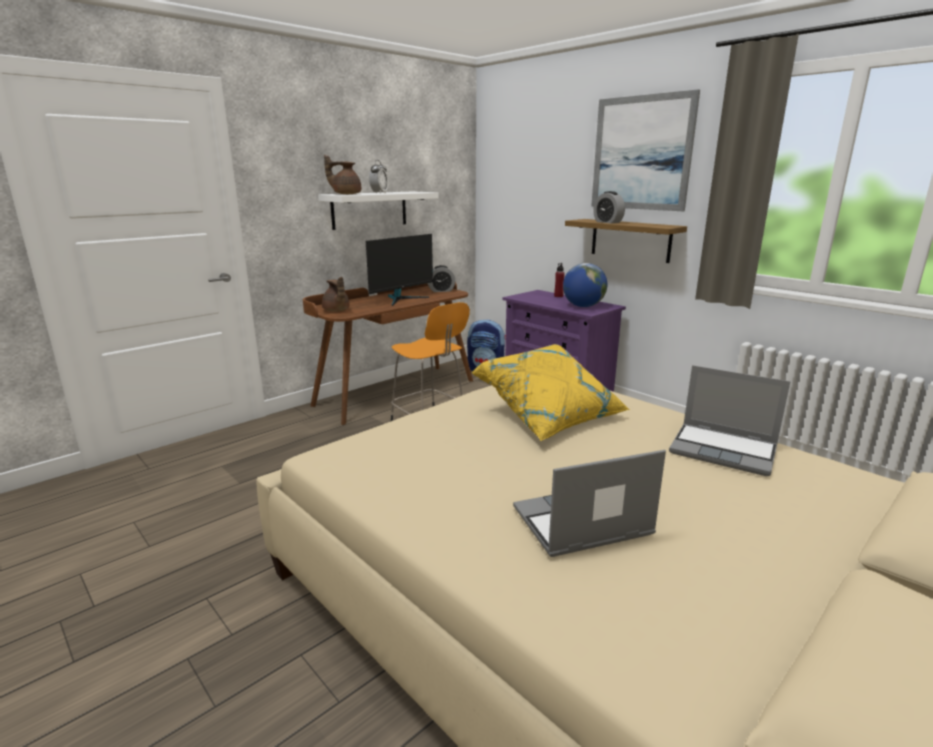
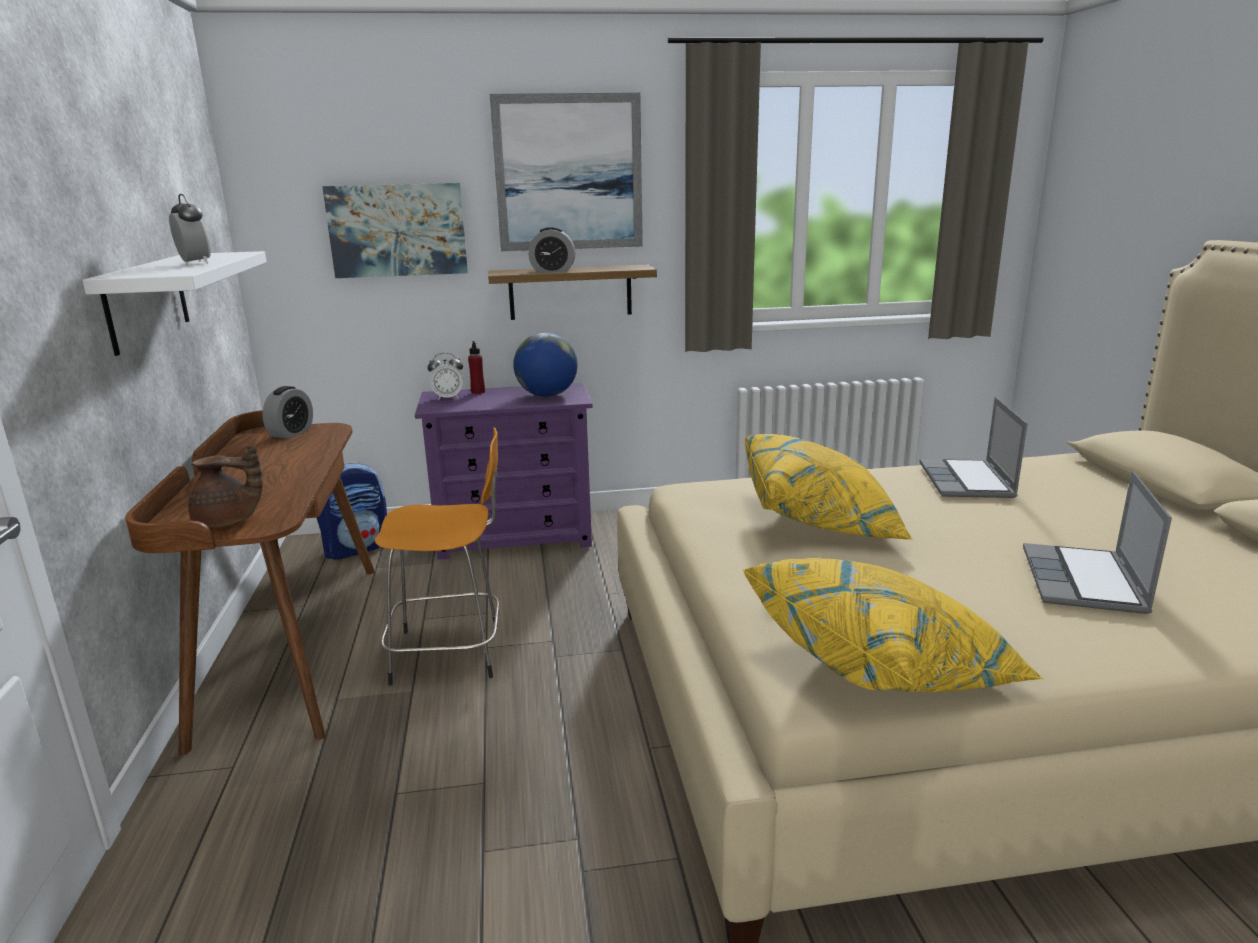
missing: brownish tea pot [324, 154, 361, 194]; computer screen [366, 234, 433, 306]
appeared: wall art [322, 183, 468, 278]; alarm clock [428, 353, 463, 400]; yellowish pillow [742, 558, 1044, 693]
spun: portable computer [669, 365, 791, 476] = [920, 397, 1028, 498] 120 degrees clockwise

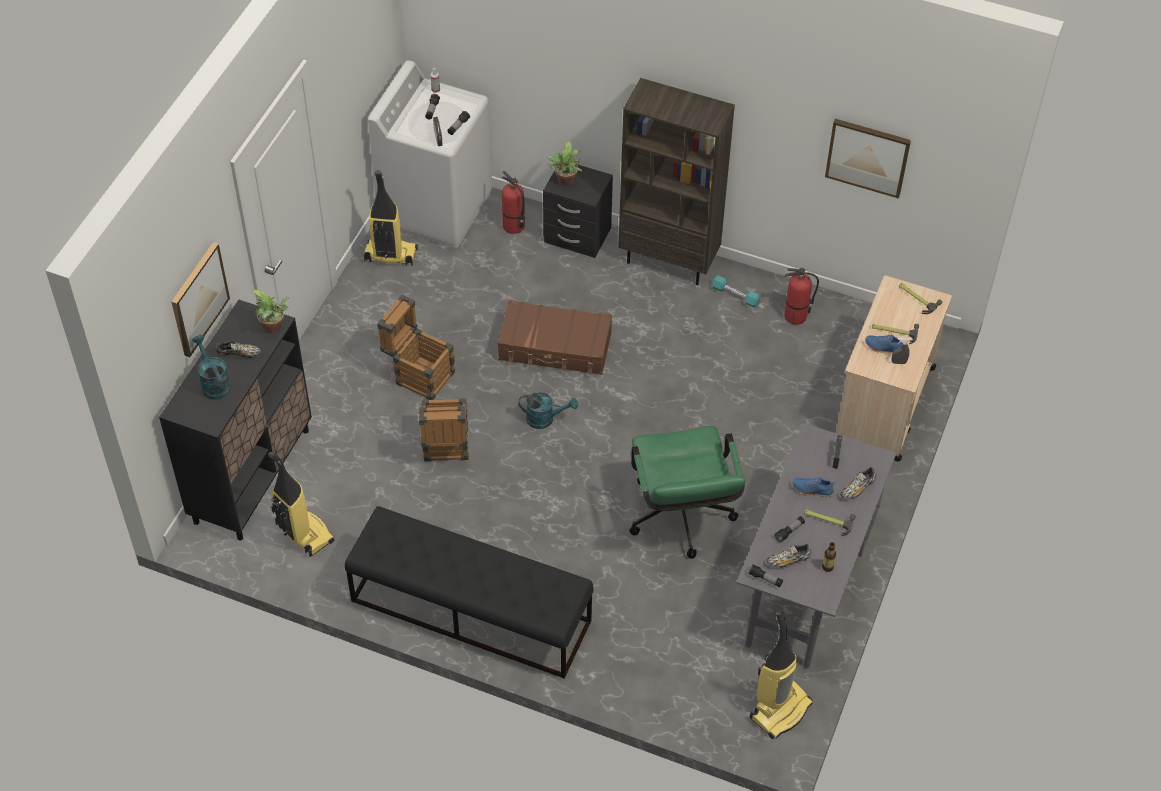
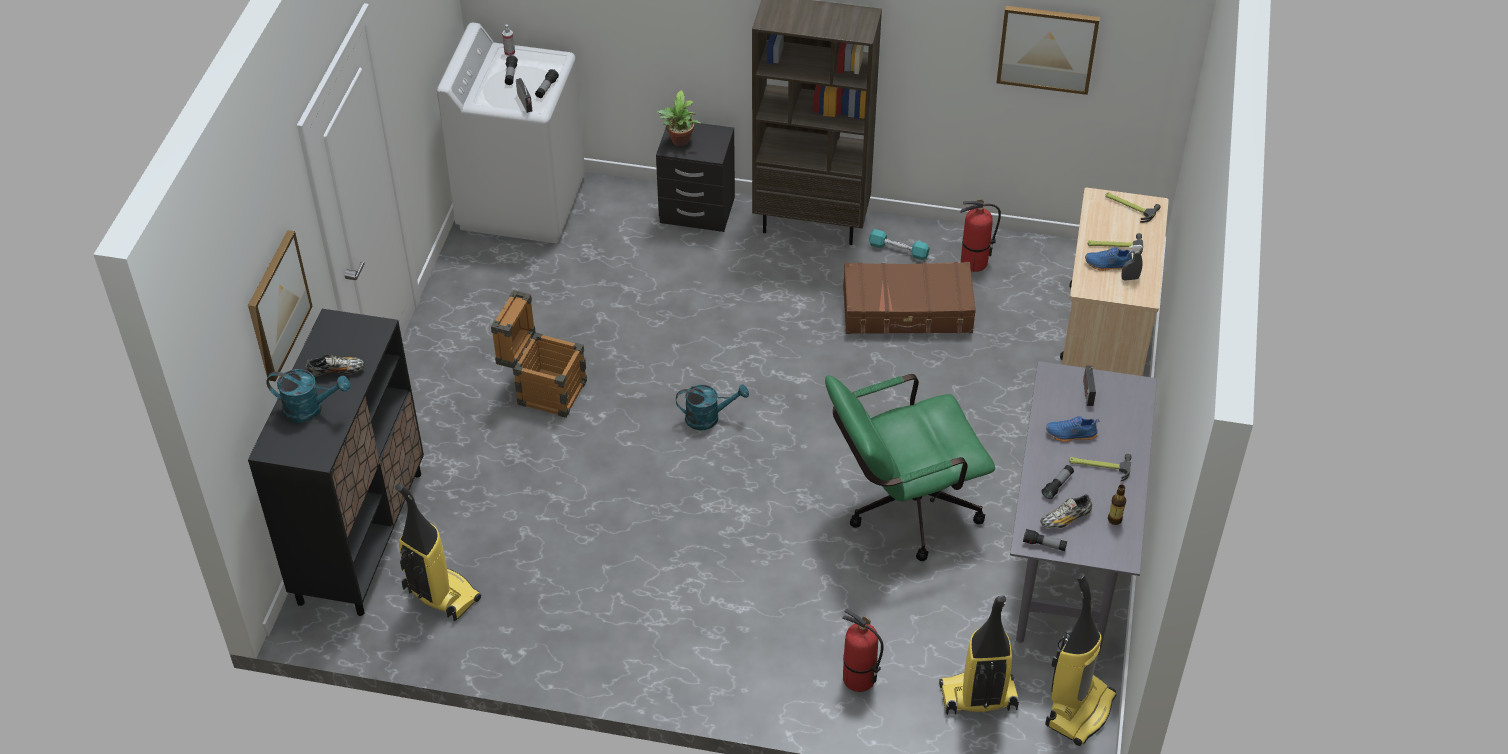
missing: plant in a pot [253, 290, 289, 334]; crate [419, 398, 469, 462]; shoe [841, 467, 876, 499]; black-coloured long seat [345, 506, 594, 679]
relocated: vacuum cleaner [364, 170, 418, 266] to [939, 595, 1019, 715]; fire extinguisher [502, 171, 525, 234] to [842, 609, 883, 692]; brownish piece of luggage [498, 300, 612, 375] to [843, 262, 976, 334]
spun: turquoise watering can [192, 335, 231, 400] = [266, 369, 350, 423] 135 degrees clockwise; green computer chair [629, 426, 746, 559] = [825, 374, 995, 561] 90 degrees clockwise

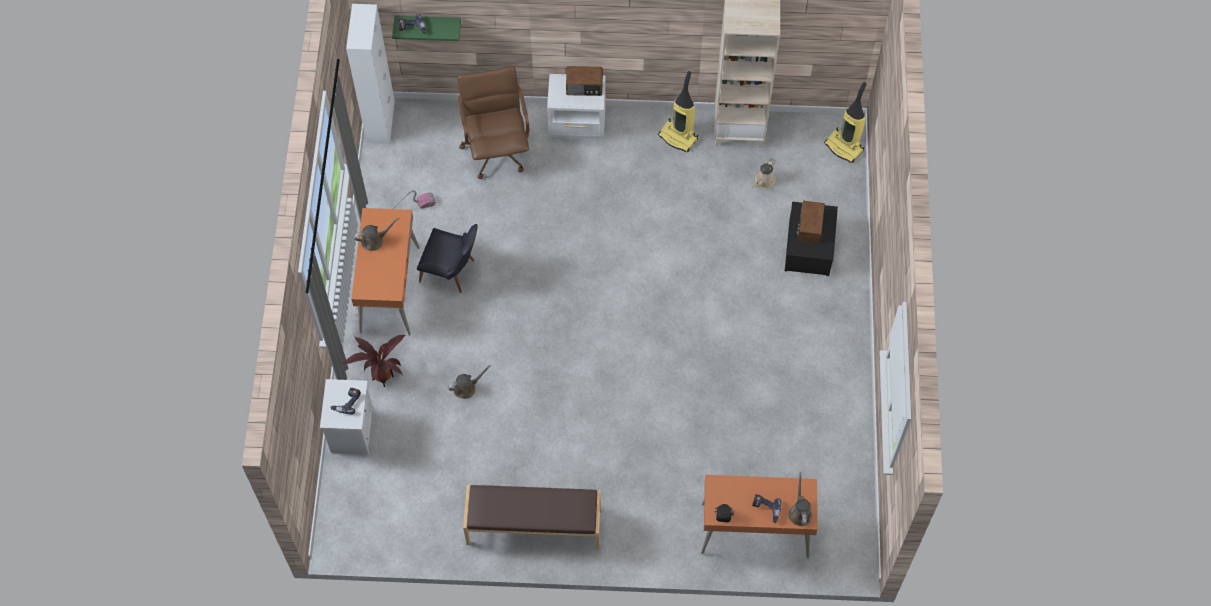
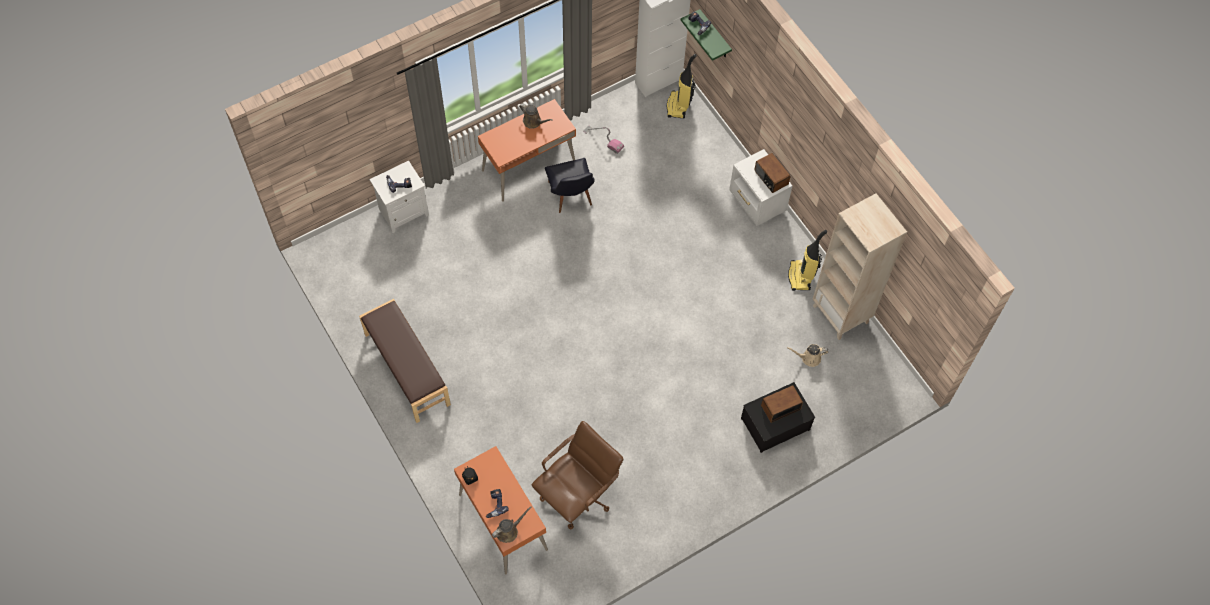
missing: plant in a pot [342, 335, 406, 387]; brownish watering can [448, 365, 492, 399]
relocated: brownish computer chair [458, 66, 530, 179] to [532, 421, 623, 529]; vacuum cleaner [824, 82, 867, 163] to [667, 54, 696, 118]

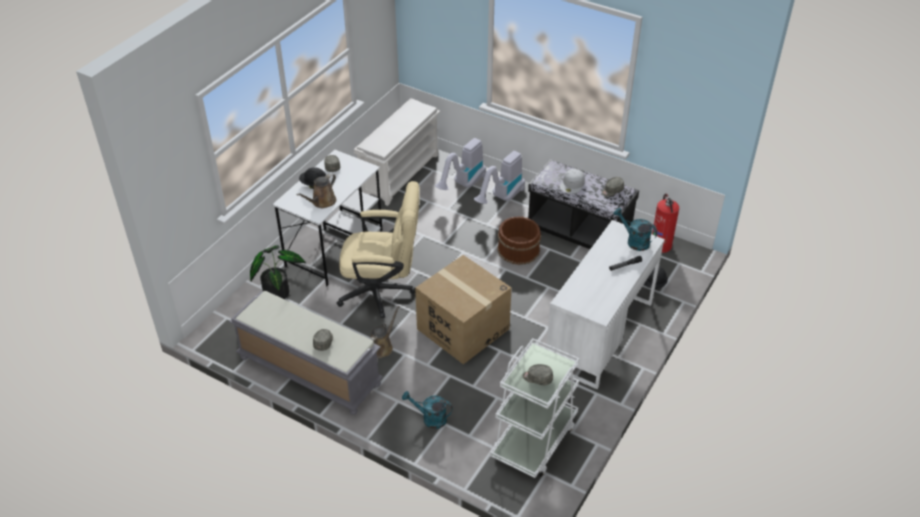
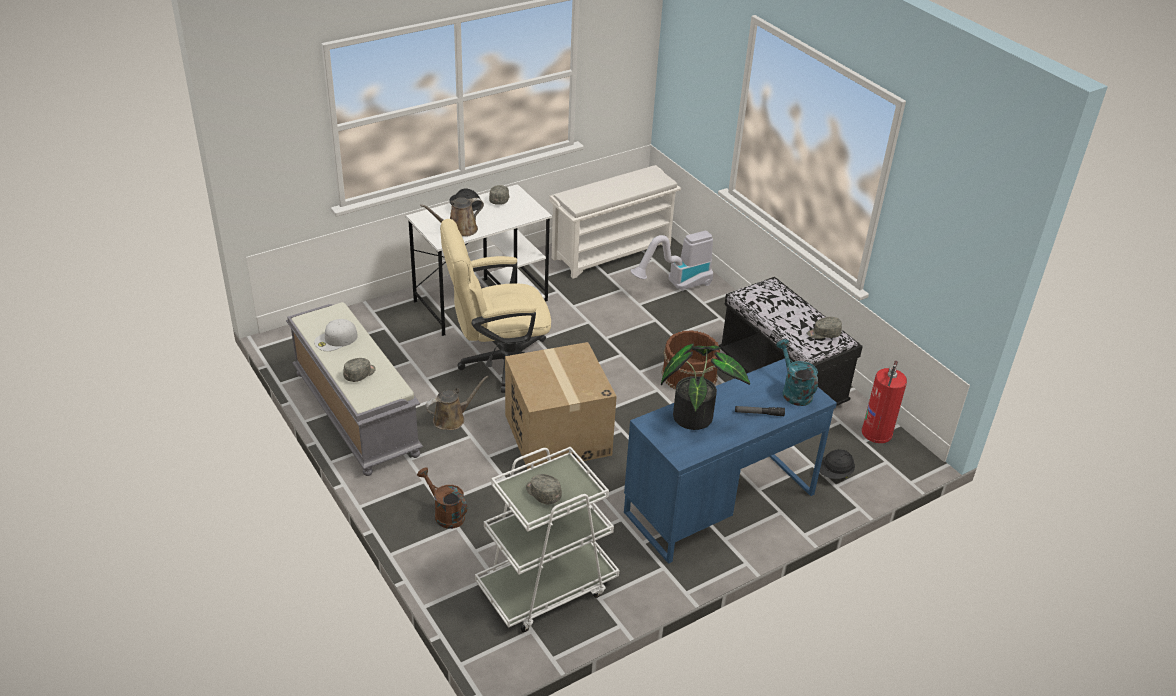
missing: vacuum cleaner [474, 151, 525, 204]
relocated: white peaked cap [560, 169, 585, 194] to [314, 319, 358, 351]; plant in a pot [250, 245, 306, 299] to [661, 344, 750, 430]
colour: white desk unit [546, 220, 665, 389] to blue-coloured desk unit [624, 358, 837, 564]; turquoise watering can [402, 391, 453, 429] to brownish watering can [417, 467, 467, 529]
spun: beige-coloured computer chair [337, 181, 420, 318] = [440, 219, 551, 393] 135 degrees clockwise

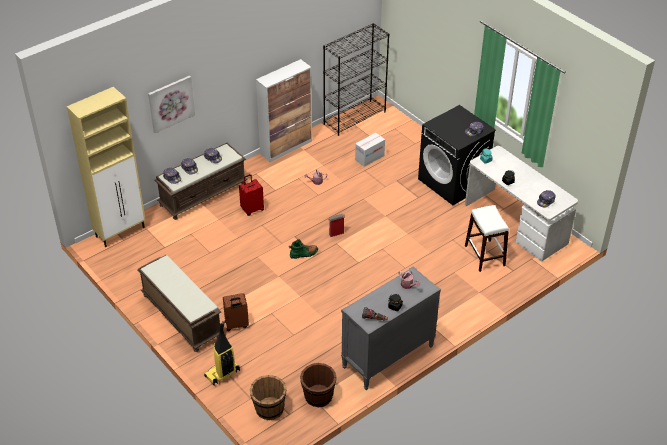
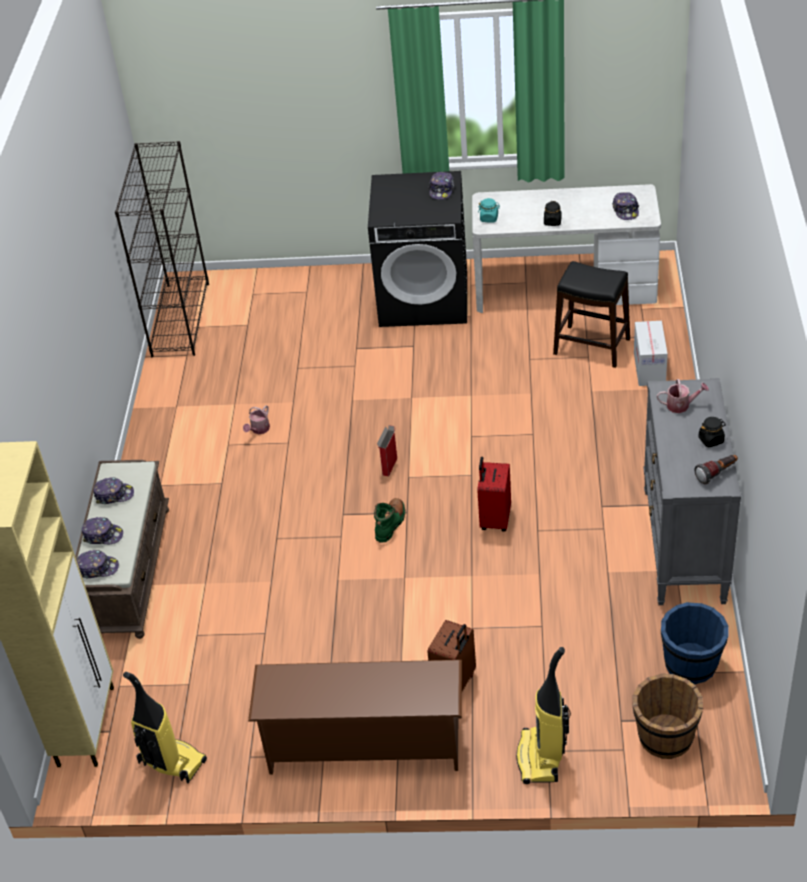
missing: storage cabinet [256, 59, 312, 162]; wall art [148, 76, 195, 133]
appeared: vacuum cleaner [123, 672, 207, 784]
relocated: carton [355, 133, 385, 167] to [634, 321, 668, 386]; red-coloured piece of luggage [239, 174, 264, 216] to [477, 457, 511, 532]
exchanged: brownish long seat [137, 255, 221, 352] to brownish shoe shelf [248, 660, 462, 774]
colour: white stool seat [465, 205, 509, 272] to black-coloured stool seat [553, 261, 630, 368]; brownish water bucket [300, 363, 337, 407] to blue-coloured water bucket [661, 602, 728, 684]

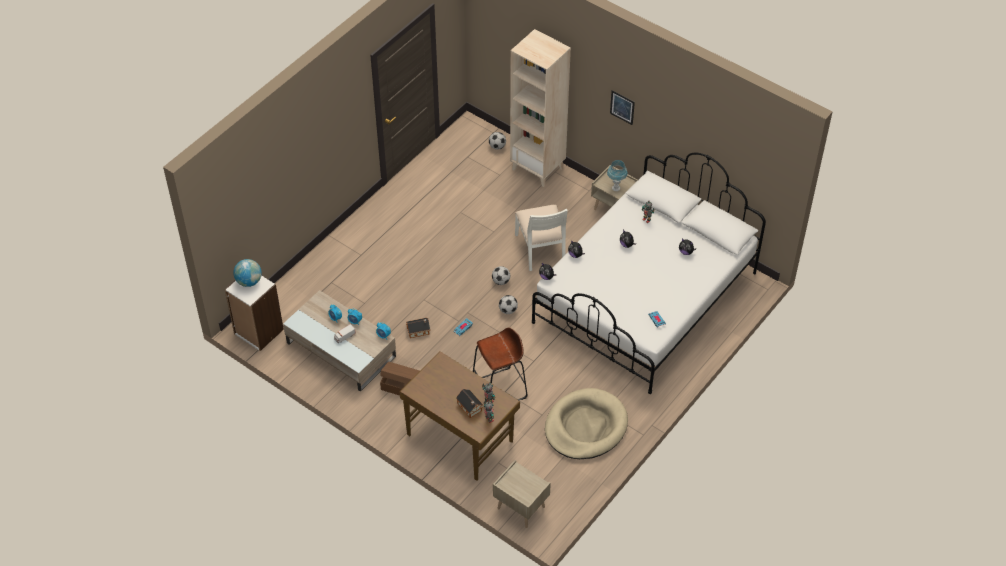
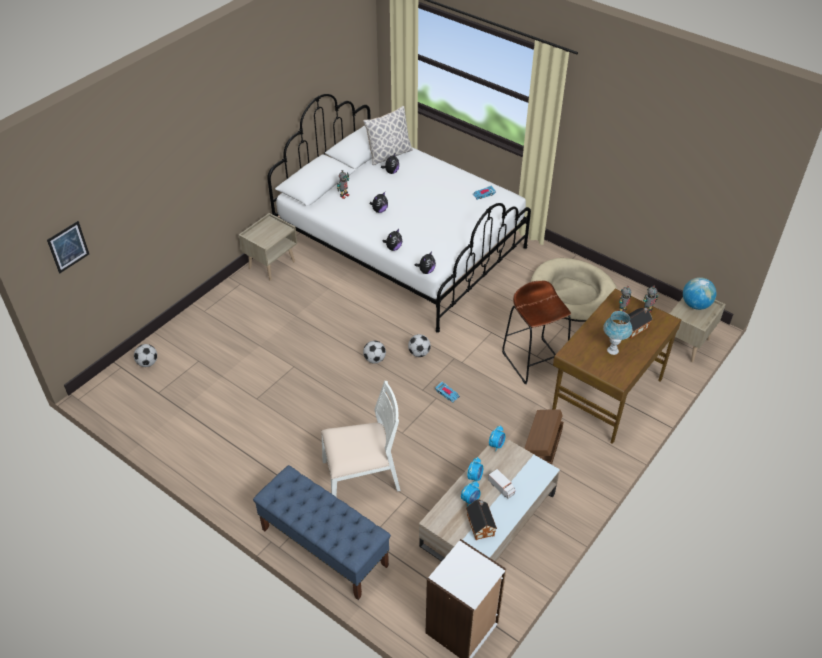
missing: beige-coloured shelving unit [510, 29, 571, 187]
appeared: pillow [363, 106, 413, 165]; blue-coloured long seat [253, 465, 391, 600]
relocated: wall art [610, 90, 635, 125] to [47, 221, 89, 273]; blue-coloured lamp for a table [607, 160, 628, 191] to [603, 311, 632, 355]; white plain chair [515, 205, 568, 271] to [321, 381, 401, 497]; desk globe [233, 259, 262, 287] to [683, 277, 717, 310]; toy house [406, 318, 430, 338] to [466, 499, 497, 540]

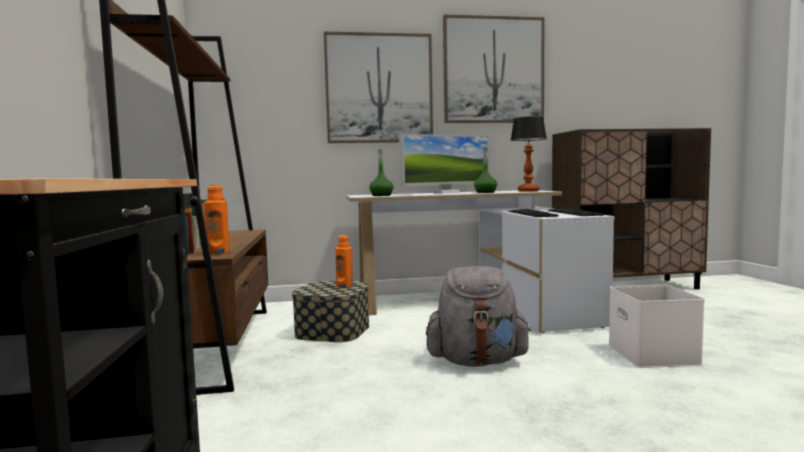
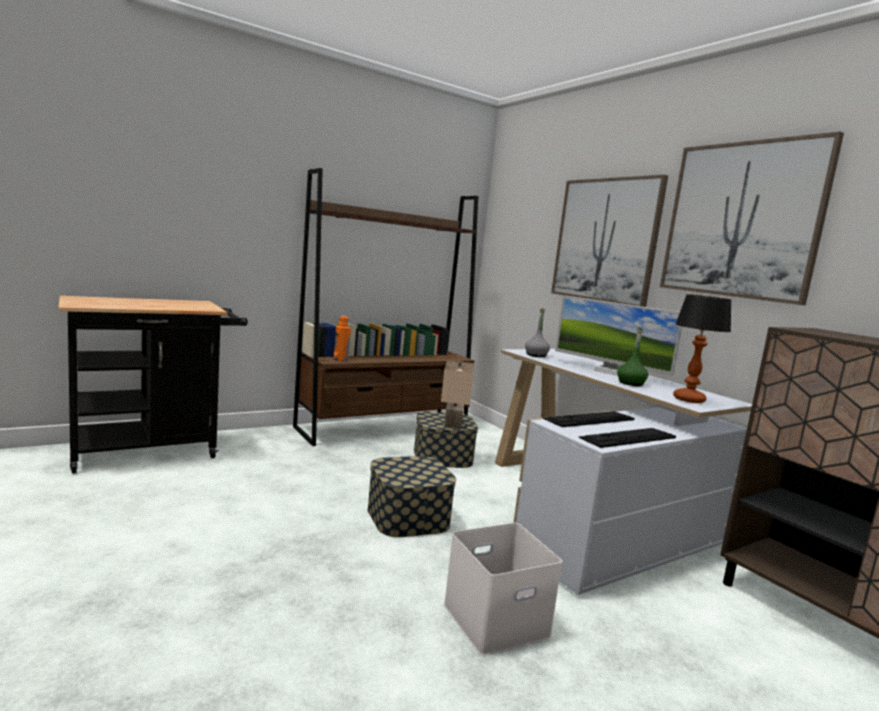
exchanged: orangey beverage bottle [335, 235, 353, 288] to beige-coloured lamp for a table [441, 360, 474, 428]; greyish backpack [426, 266, 531, 367] to storage container [367, 456, 456, 537]
colour: green beverage bottle [369, 149, 393, 196] to greyish beverage bottle [525, 308, 550, 357]

